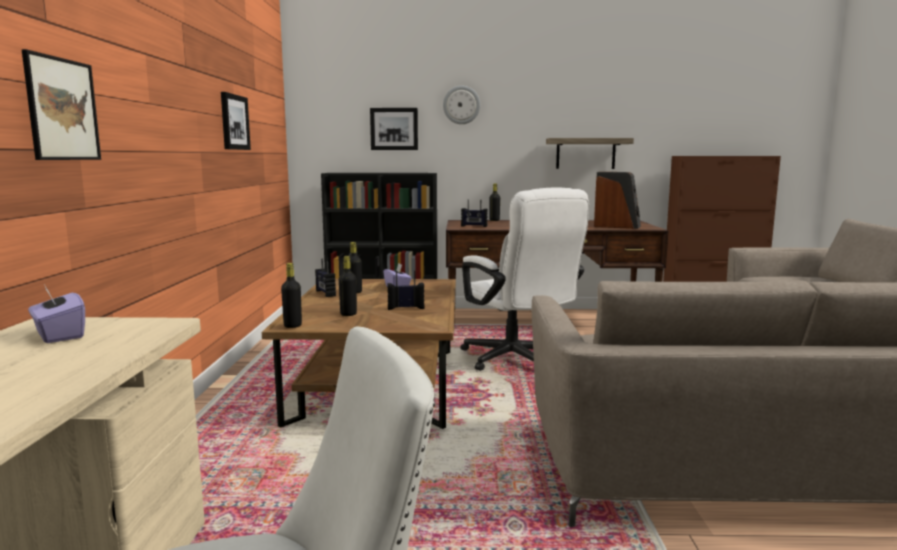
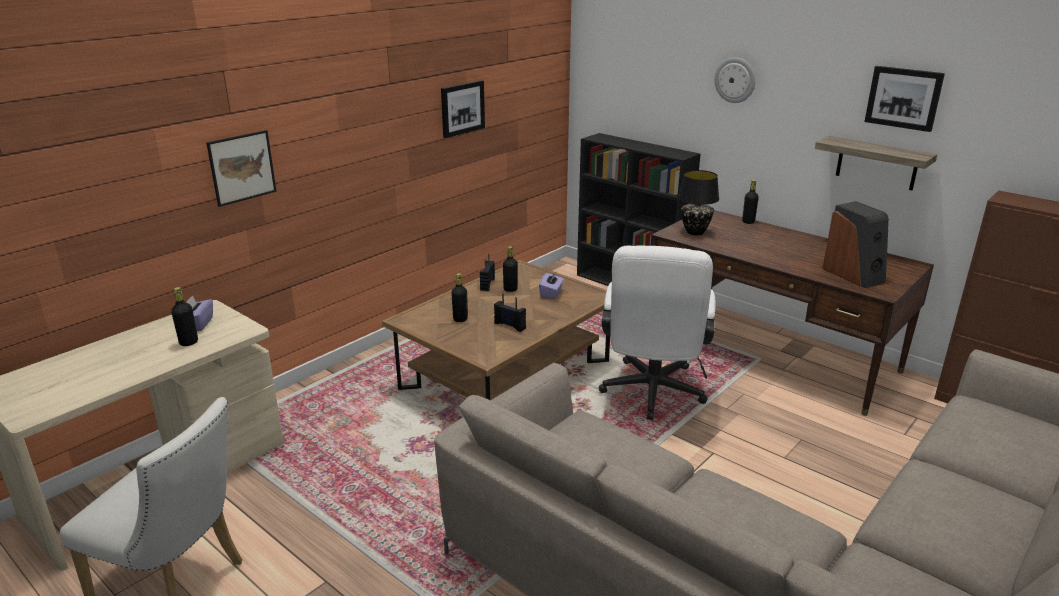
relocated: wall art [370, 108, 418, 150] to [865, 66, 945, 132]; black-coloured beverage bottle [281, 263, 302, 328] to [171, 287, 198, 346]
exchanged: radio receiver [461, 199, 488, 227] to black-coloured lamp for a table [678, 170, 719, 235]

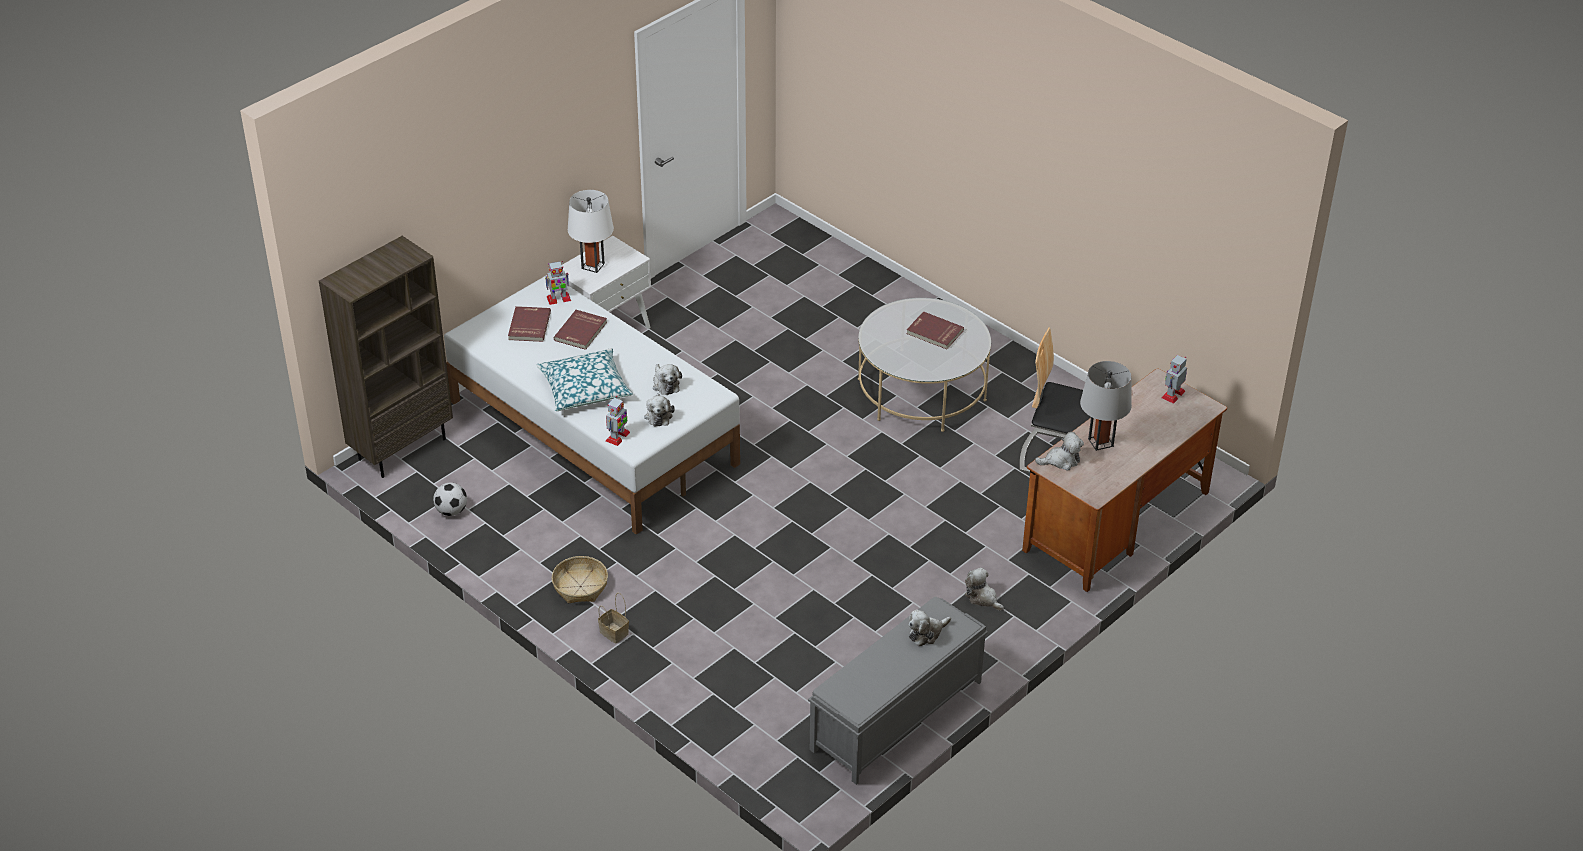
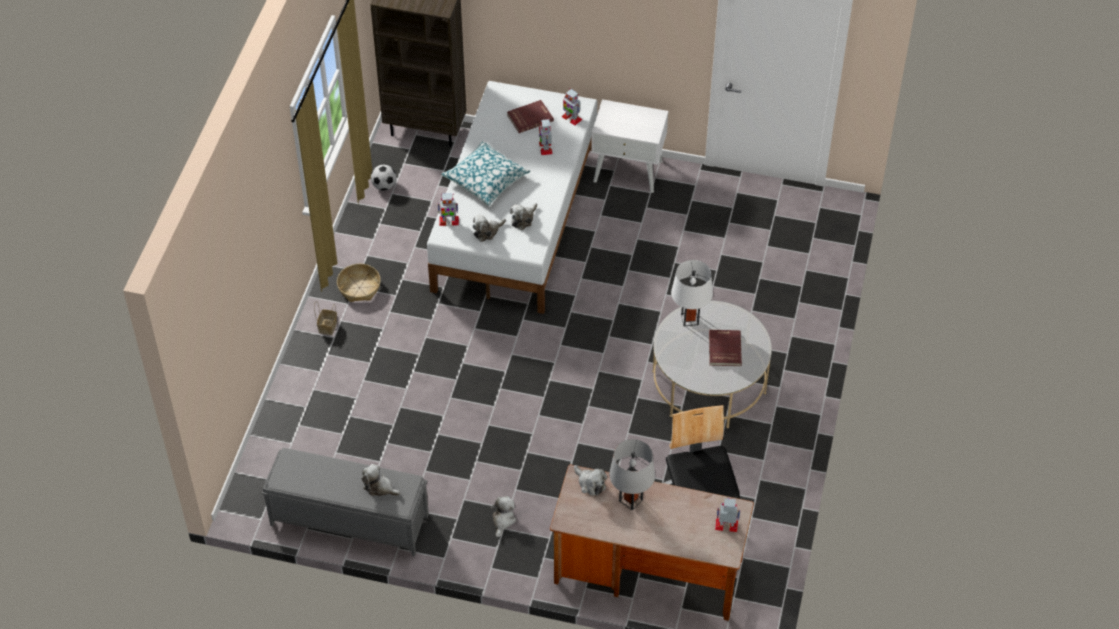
relocated: white lamp for a table [568, 190, 614, 273] to [671, 260, 713, 326]
exchanged: red-coloured bound book [554, 310, 607, 350] to model robot [539, 118, 552, 155]

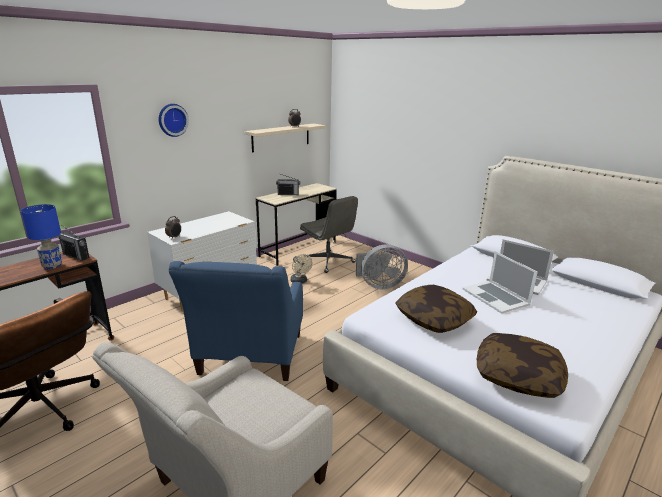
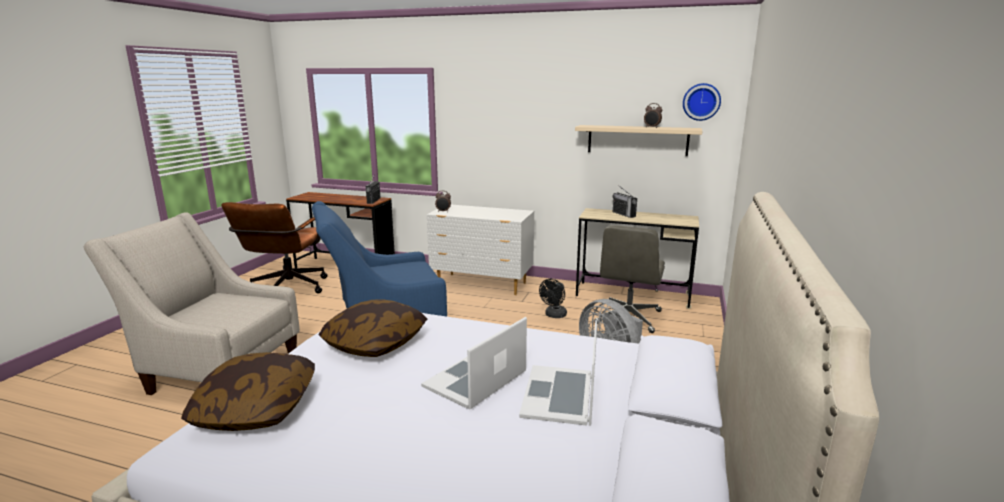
missing: blue-coloured lamp for a table [21, 204, 62, 269]
relocated: wall clock [159, 104, 189, 137] to [683, 83, 721, 121]
colour: beige-coloured fan [290, 254, 312, 283] to black-coloured fan [539, 279, 567, 318]

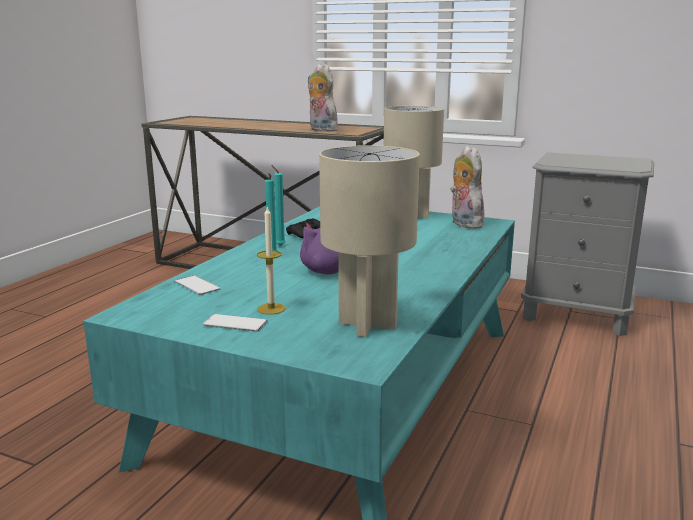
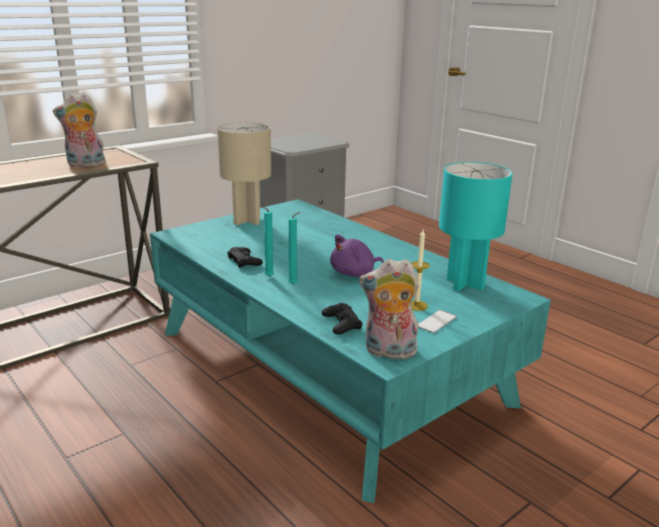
relocated: soft toy [450, 146, 486, 229] to [359, 259, 419, 359]
exchanged: telephone [174, 275, 221, 295] to black-coloured joypad [322, 303, 363, 335]
colour: beige-coloured lamp for a table [319, 145, 420, 337] to turquoise lamp for a table [439, 162, 513, 291]

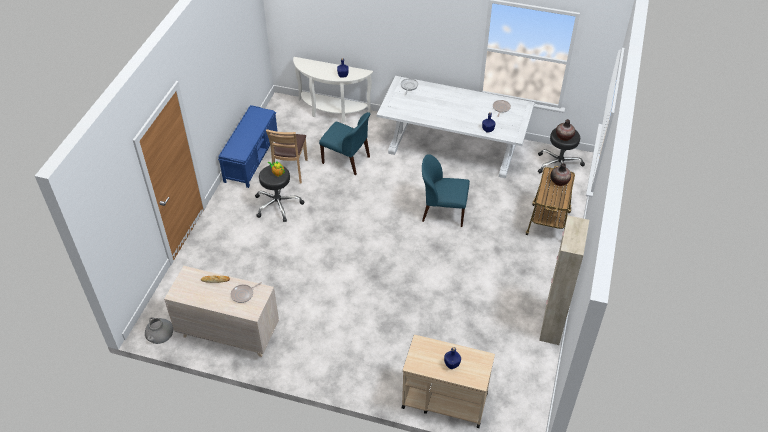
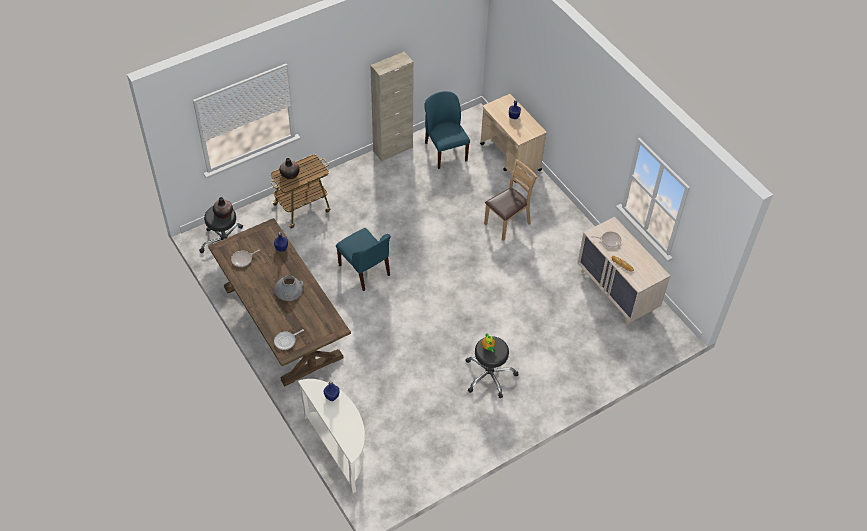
missing: blue-coloured long seat [218, 105, 278, 188]
relocated: blue-coloured plain chair [319, 112, 370, 175] to [424, 91, 470, 169]; brownish plain chair [266, 129, 308, 184] to [484, 159, 537, 241]; greyish decorative vase [145, 317, 174, 344] to [274, 275, 304, 301]
colour: white kitchen table [376, 76, 535, 178] to brownish kitchen table [208, 218, 351, 386]

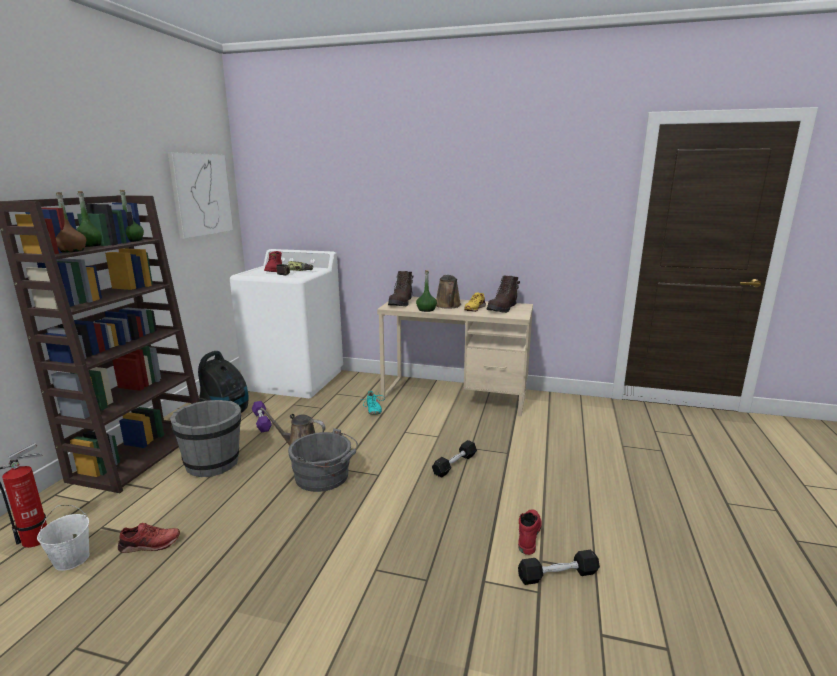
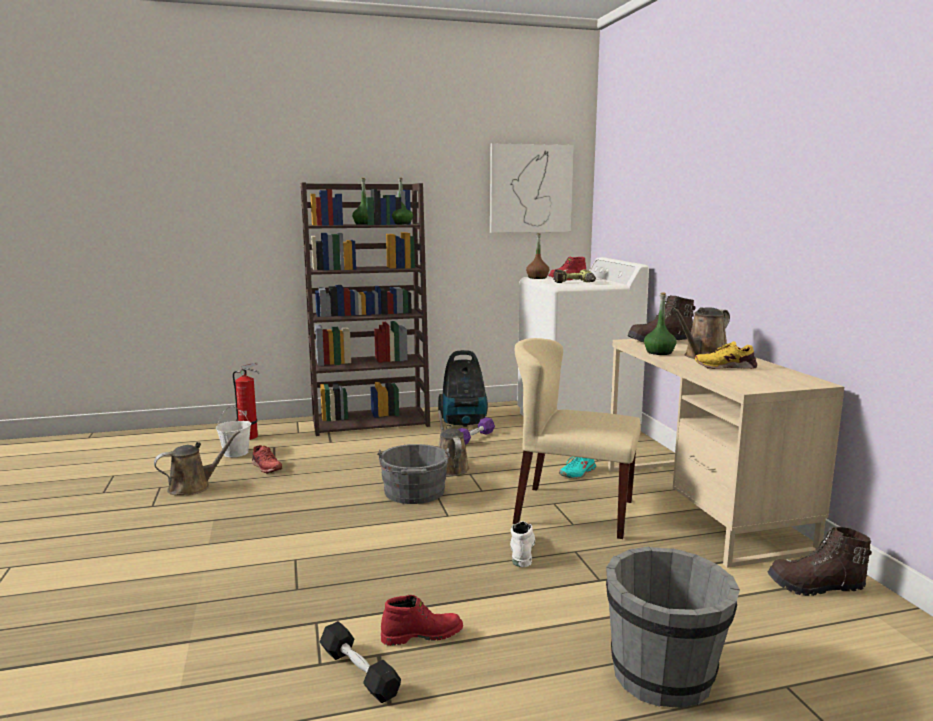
appeared: beige-coloured plain chair [513, 338, 641, 539]; brownish watering can [154, 431, 240, 495]
relocated: brownish beverage bottle [56, 192, 86, 252] to [526, 233, 550, 279]; brownish high-top boot [487, 275, 520, 313] to [768, 527, 872, 596]; greyish water bucket [170, 400, 241, 477] to [606, 546, 740, 708]
exchanged: black-coloured dumbbell [432, 440, 477, 478] to white high-top boot [510, 521, 535, 567]

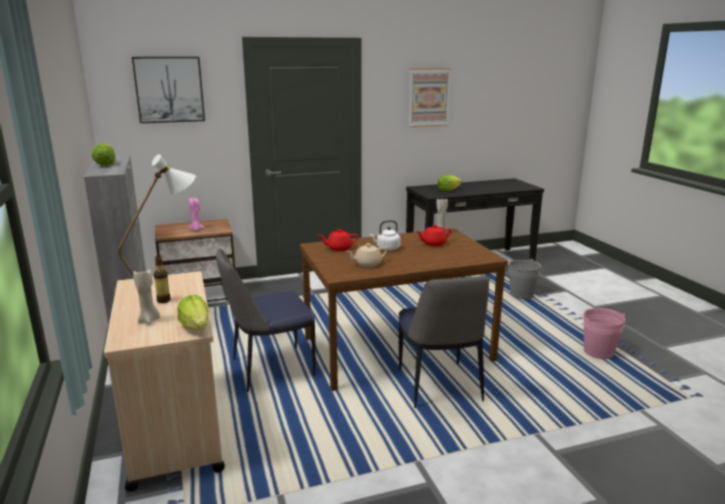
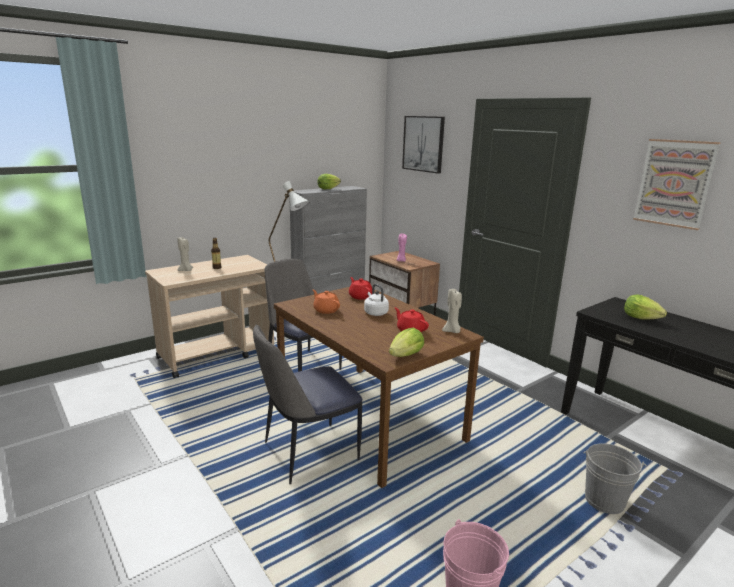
relocated: head of lettuce [177, 295, 209, 330] to [389, 328, 424, 357]
colour: beige-coloured tea pot [347, 243, 387, 267] to orangey tea pot [313, 290, 340, 314]

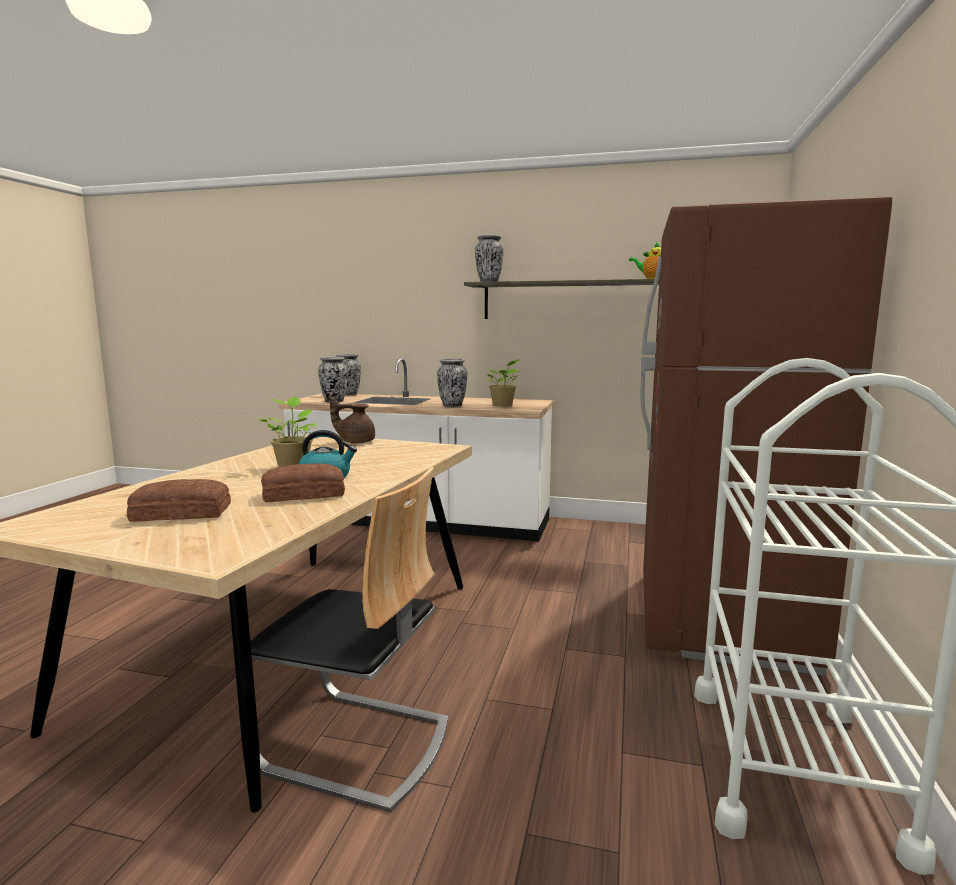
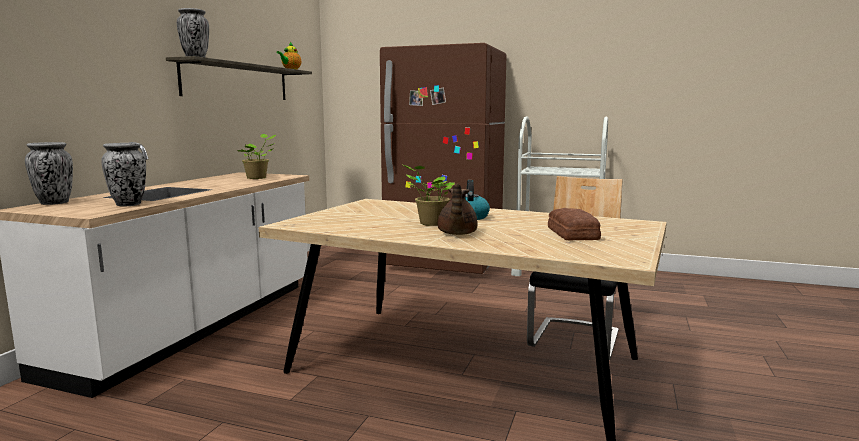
missing: decorative vase [437, 359, 467, 407]; bread [261, 463, 345, 502]
relocated: brownish tea pot [330, 396, 375, 443] to [438, 183, 478, 235]

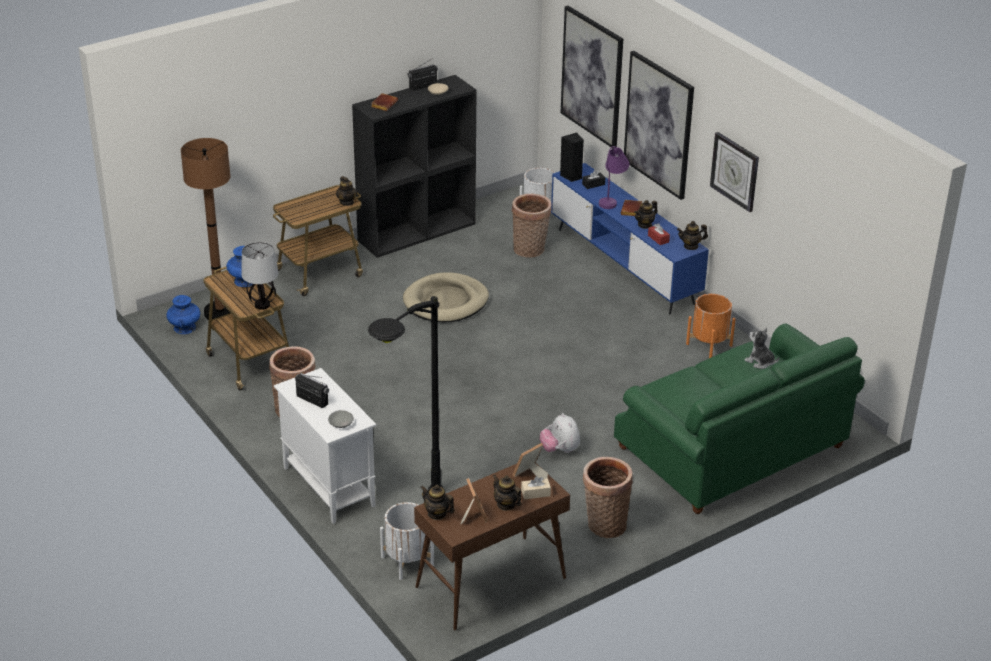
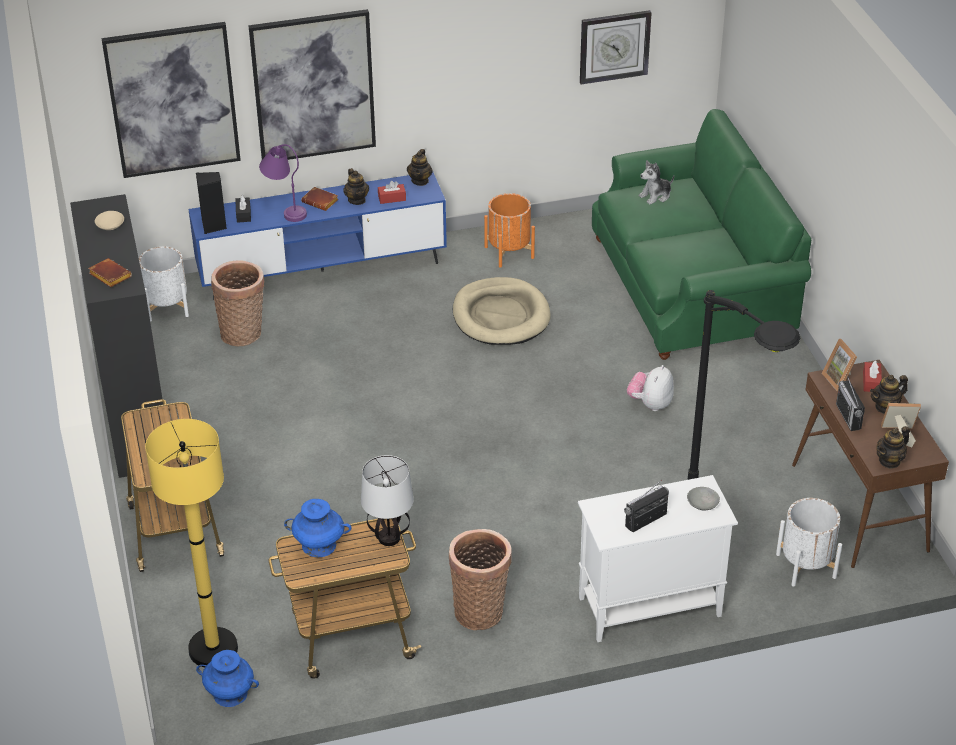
missing: tea pot [336, 176, 357, 206]; household basket [583, 457, 633, 538]
relocated: radio receiver [407, 58, 438, 91] to [836, 374, 865, 431]; wall clock [710, 132, 759, 212] to [580, 10, 652, 84]; beige-coloured pet bed [403, 272, 489, 322] to [453, 277, 551, 345]
colour: brownish floor lamp [181, 138, 231, 320] to yellowish floor lamp [145, 419, 238, 667]; beige-coloured tissue holder [521, 476, 551, 499] to red-coloured tissue holder [863, 361, 882, 392]
spun: soft toy [540, 413, 580, 453] = [627, 365, 674, 411] 120 degrees clockwise

